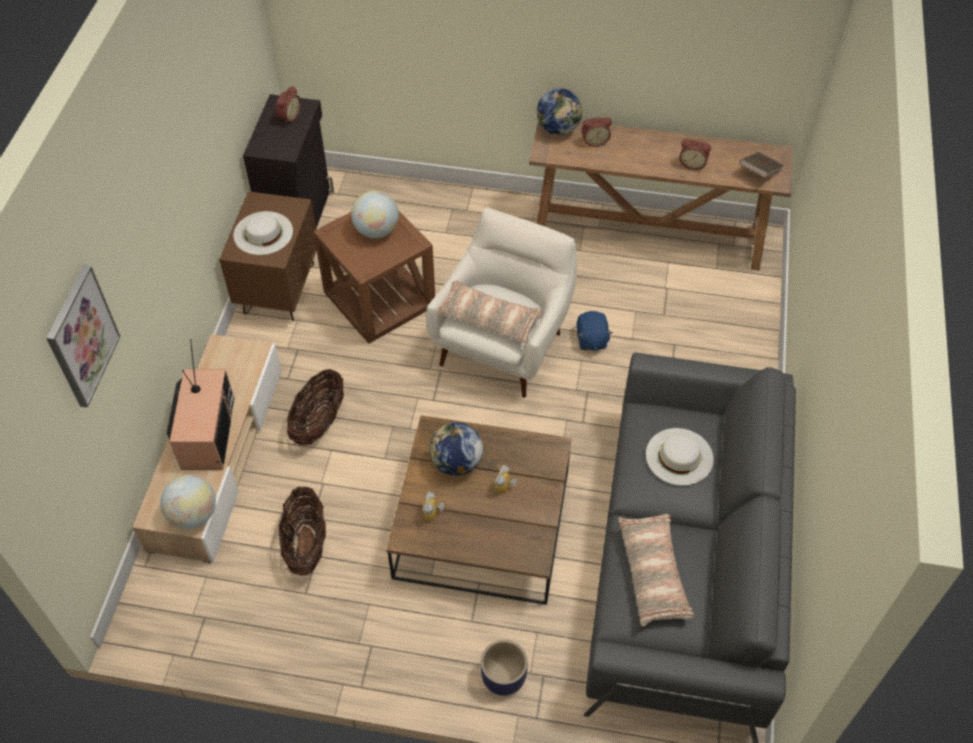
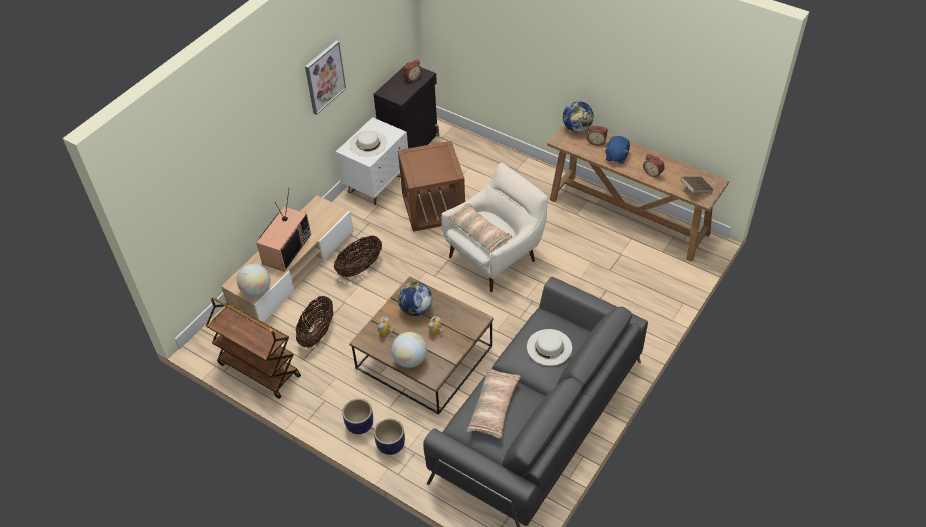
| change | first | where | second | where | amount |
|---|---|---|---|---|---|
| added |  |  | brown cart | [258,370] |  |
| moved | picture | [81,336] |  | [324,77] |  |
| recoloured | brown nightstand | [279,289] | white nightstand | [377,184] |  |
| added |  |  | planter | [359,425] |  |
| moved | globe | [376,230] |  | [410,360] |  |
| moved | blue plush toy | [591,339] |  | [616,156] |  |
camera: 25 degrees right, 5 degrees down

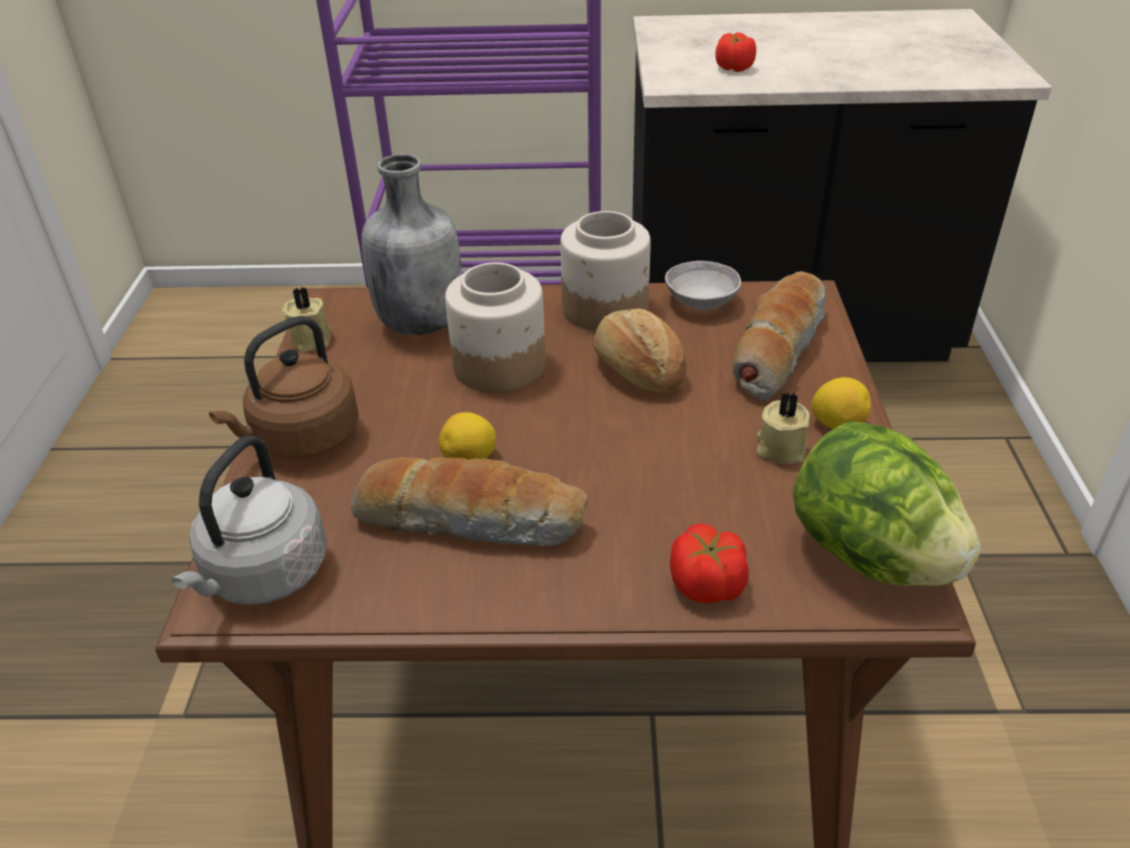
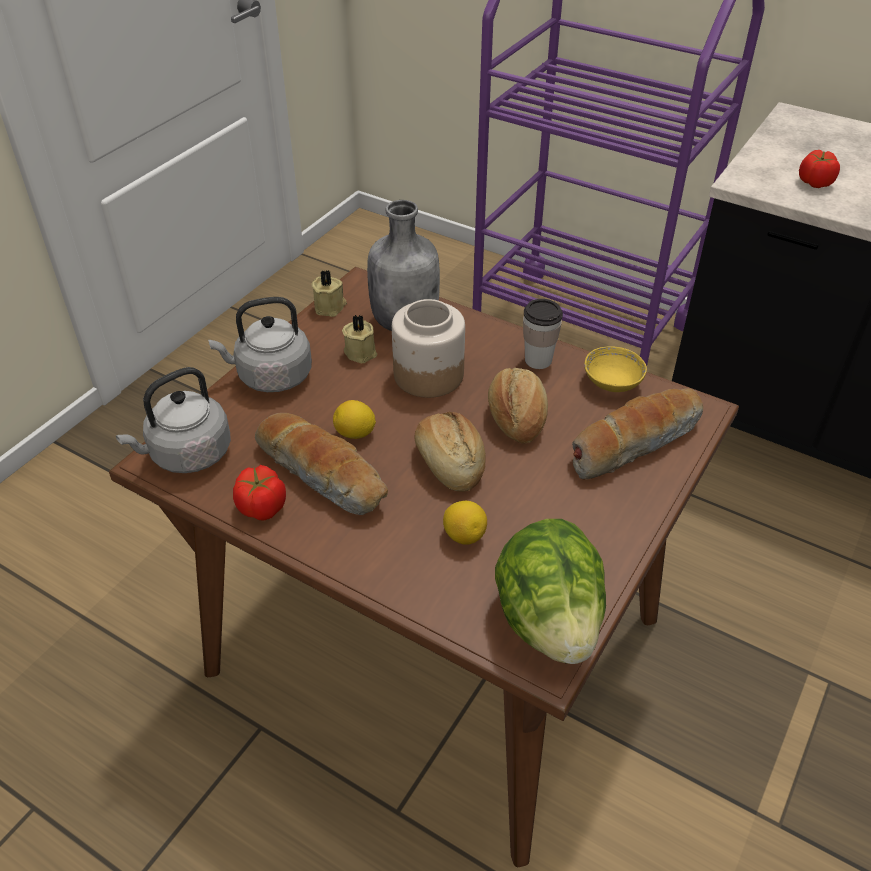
| change | first | where | second | where | amount |
|---|---|---|---|---|---|
| recoloured | brown kettle | [302,440] | grey kettle | [271,377] |  |
| moved | tomato | [707,585] |  | [262,507] |  |
| moved | beige candle | [780,447] |  | [361,352] |  |
| added |  |  | bread | [449,463] |  |
| moved | lemon | [837,424] |  | [464,535] |  |
| replaced | jar | [606,308] | cup | [538,360] |  |
| recoloured | grey bowl | [701,302] | yellow bowl | [612,382] |  |
camera: 30 degrees right, 5 degrees up

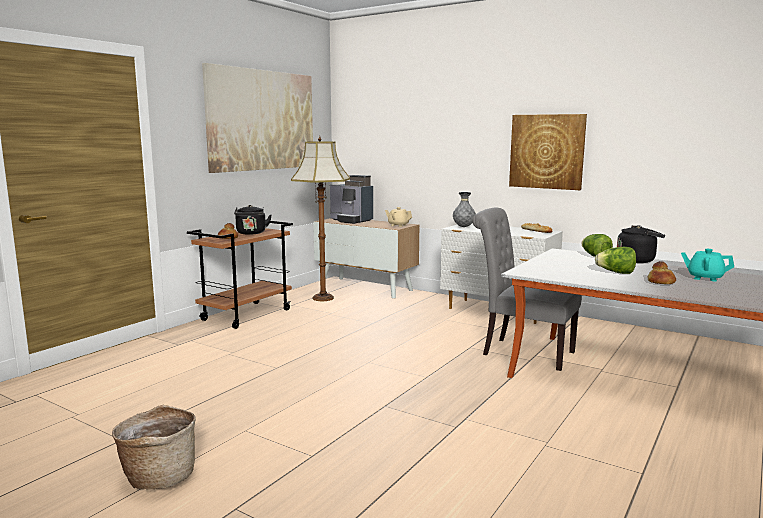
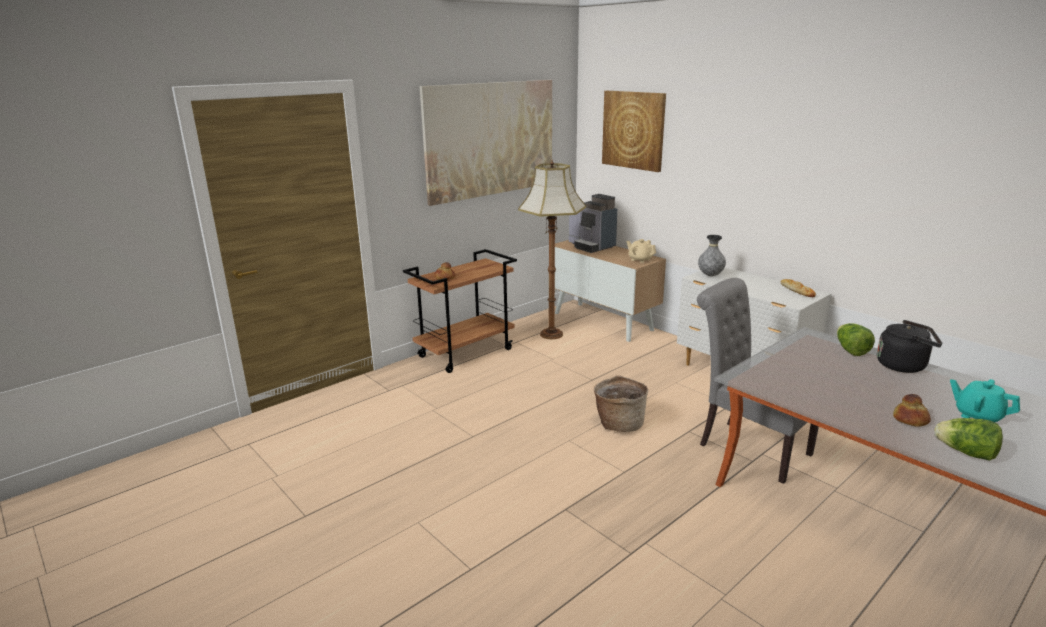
| change | first | where | second | where | amount |
|---|---|---|---|---|---|
| moved | basket | [159,476] |  | [619,423] |  |
| moved | picture | [547,151] |  | [633,130] |  |
| moved | lettuce | [616,273] |  | [965,453] |  |
| removed | black kettle | [251,233] |  |  |  |
camera: 15 degrees right, 10 degrees up

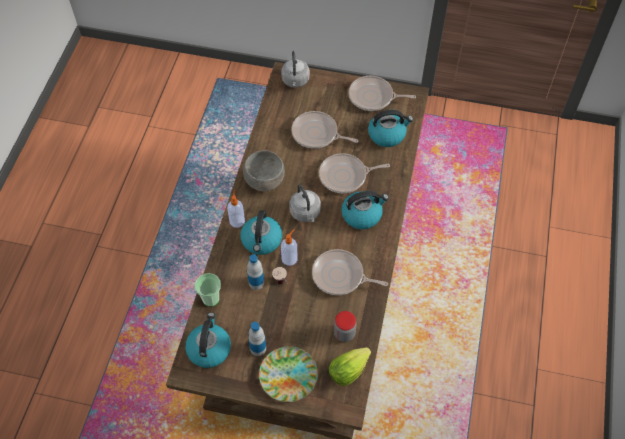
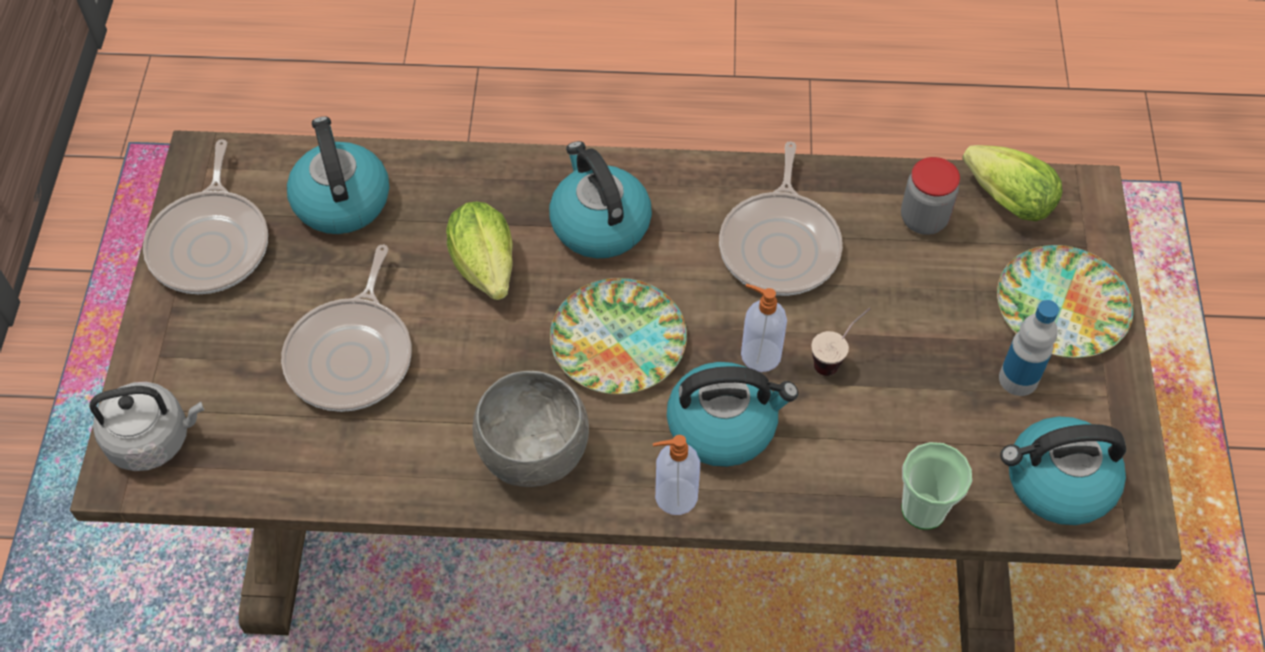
| change | first | where | second | where | amount |
|---|---|---|---|---|---|
| replaced | frying pan | [345,176] | lettuce | [487,272] |  |
| replaced | grey kettle | [306,213] | plate | [618,341] |  |
| removed | bottle | [256,283] |  |  |  |
camera: 100 degrees left, 0 degrees up

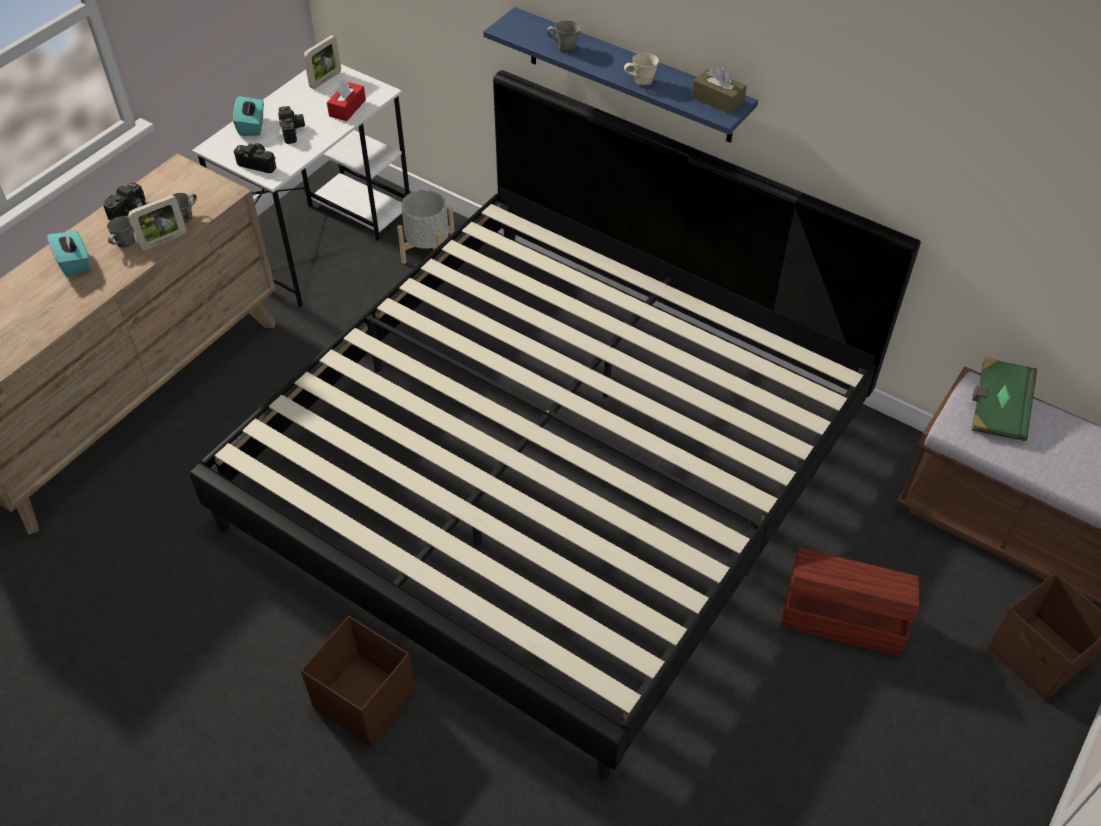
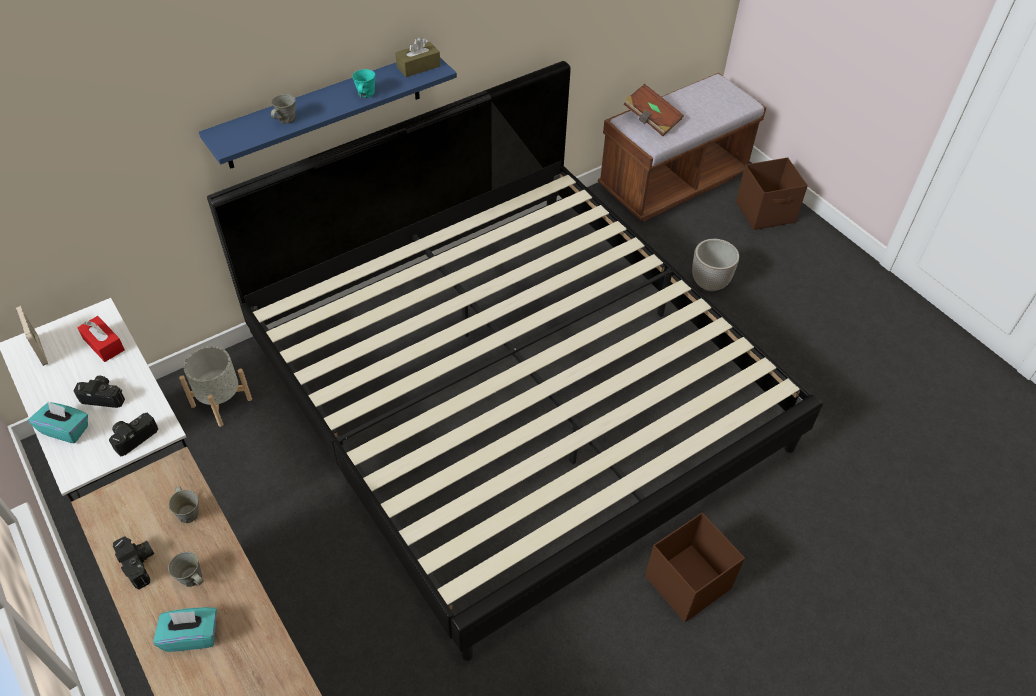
| change | first | where | second | where | amount |
|---|---|---|---|---|---|
| recoloured | beige mug | [641,81] | turquoise mug | [365,94] |  |
| recoloured | green book | [997,410] | brown book | [651,120] |  |
| replaced | brown storage box | [842,616] | planter | [709,283] |  |
| removed | picture frame | [164,241] |  |  |  |
camera: 70 degrees left, 0 degrees up

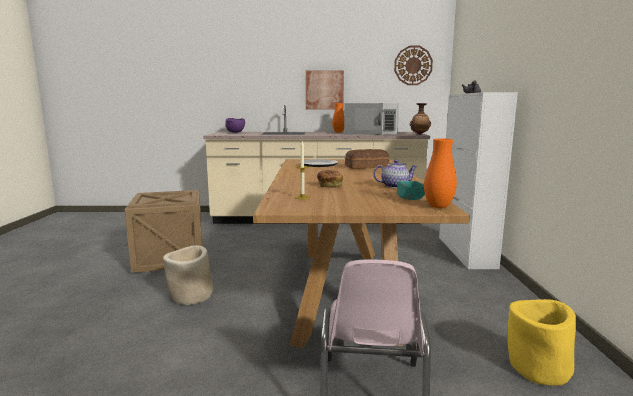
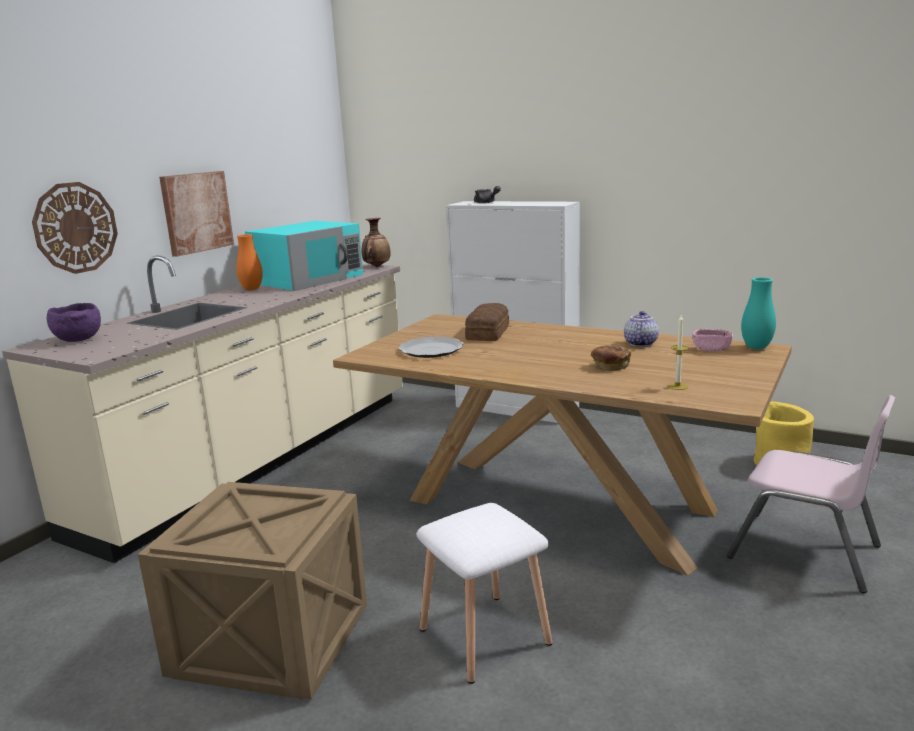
| change | first | where | second | where | amount |
|---|---|---|---|---|---|
| moved | wall clock | [413,65] |  | [75,228] |  |
| recoloured | white microwave | [372,133] | turquoise microwave | [309,279] |  |
| replaced | beige planter | [191,296] | white stool | [485,635] |  |
| recoloured | turquoise bowl | [410,198] | pink bowl | [711,349] |  |
| recoloured | orange vase | [438,207] | turquoise vase | [756,347] |  |
camera: 60 degrees left, 5 degrees up

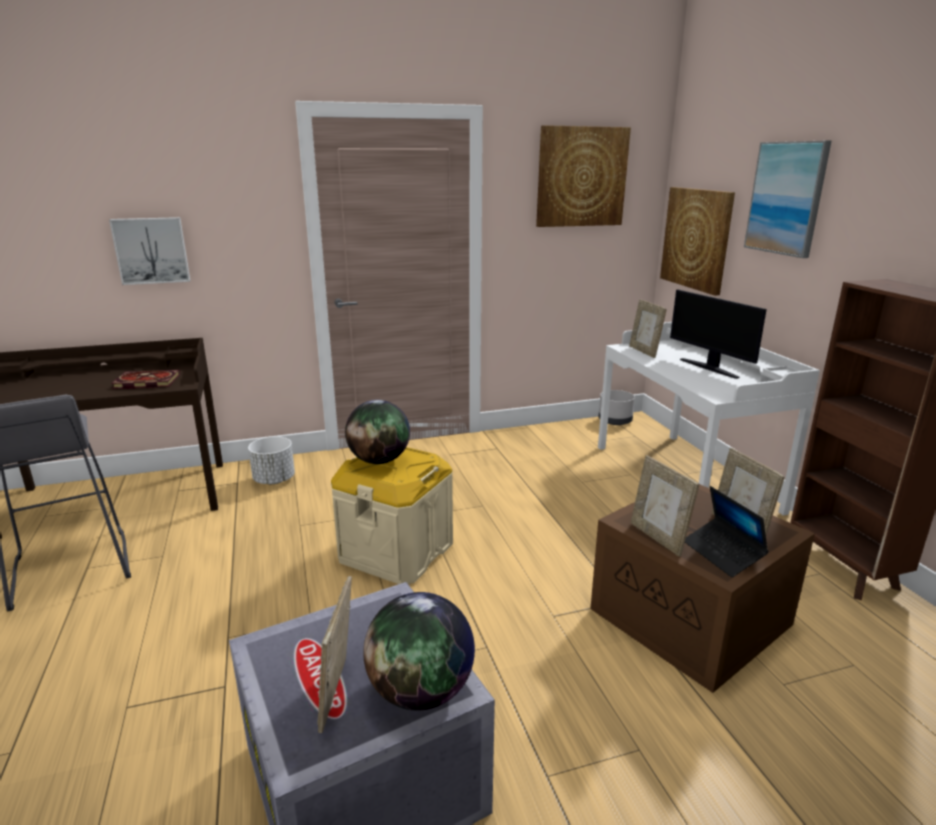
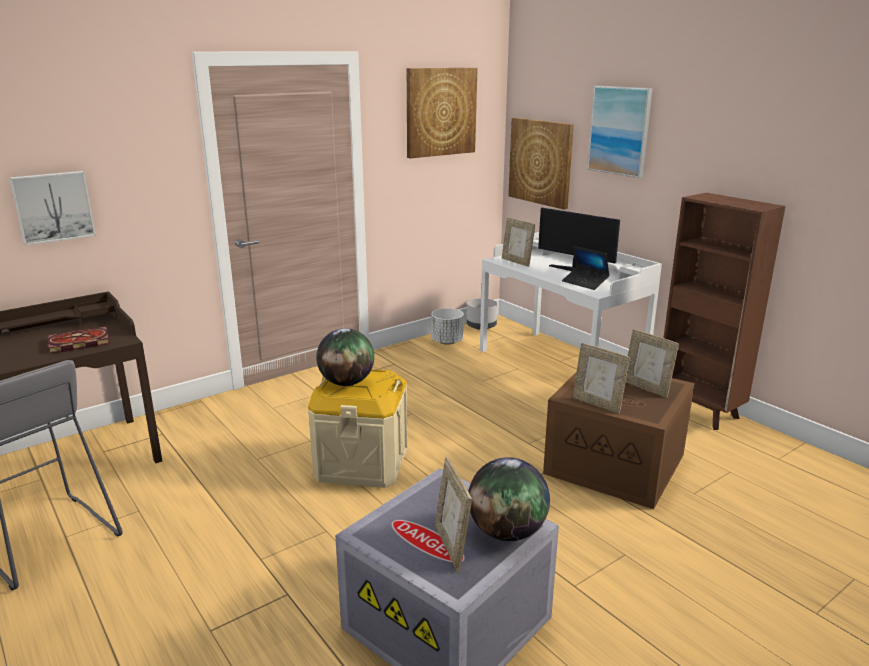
| change | first | where | second | where | amount |
|---|---|---|---|---|---|
| moved | white planter | [274,480] |  | [447,342] |  |
| moved | laptop | [722,553] |  | [585,283] |  |
camera: 20 degrees left, 0 degrees up

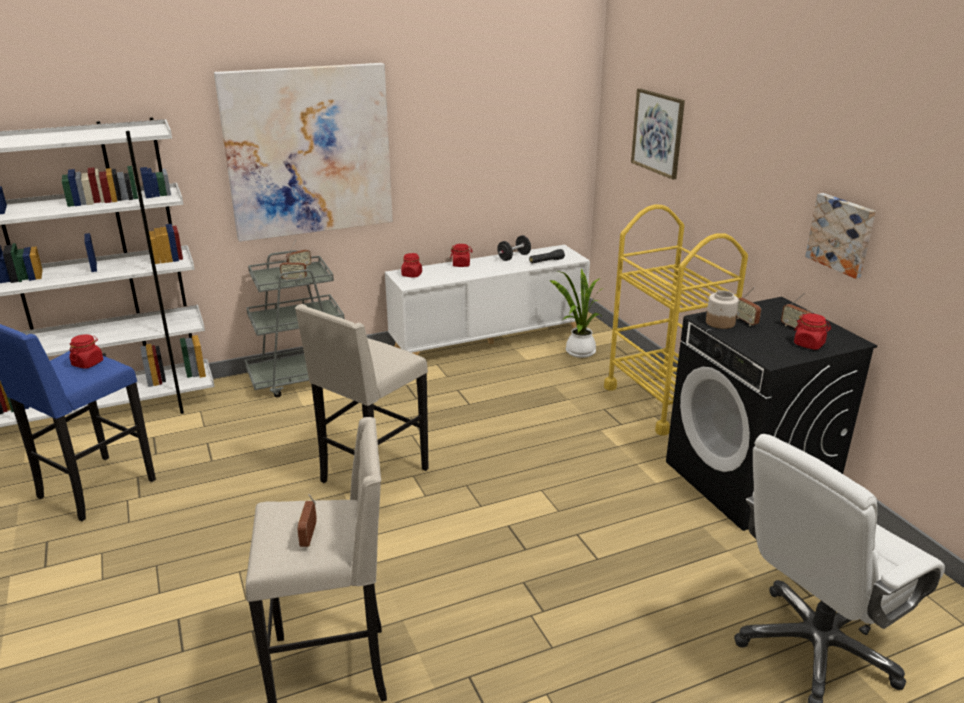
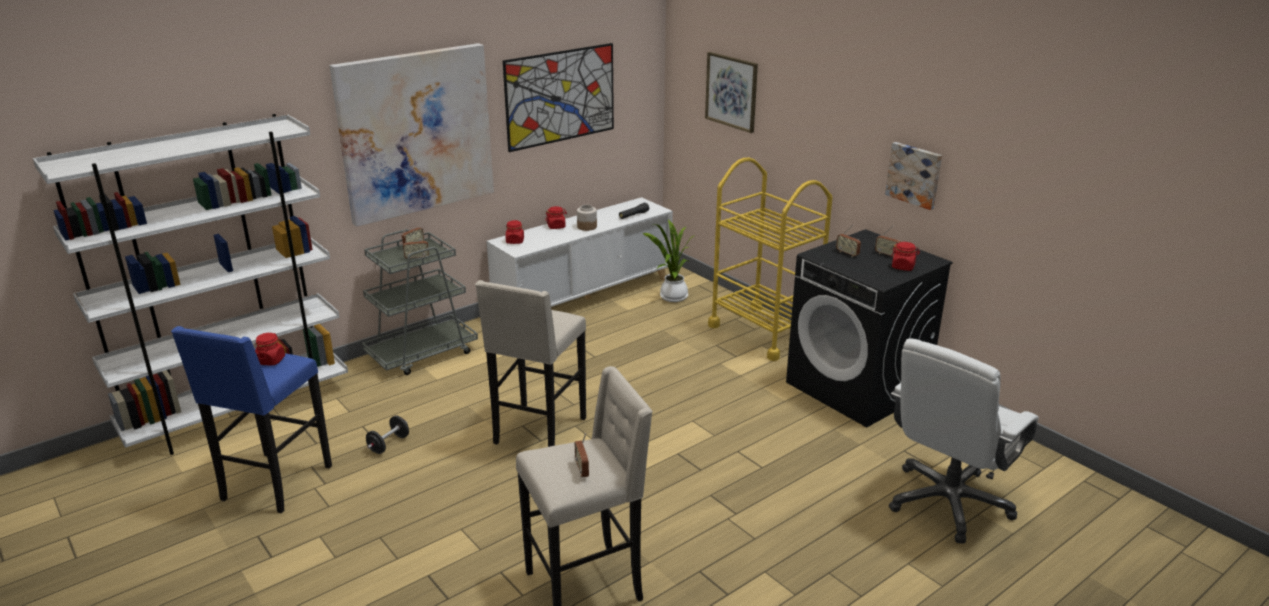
| change | first | where | second | where | amount |
|---|---|---|---|---|---|
| moved | black dumbbell | [514,257] |  | [389,444] |  |
| added |  |  | picture | [560,96] |  |
| moved | jar | [719,322] |  | [586,227] |  |
camera: 15 degrees left, 0 degrees up

